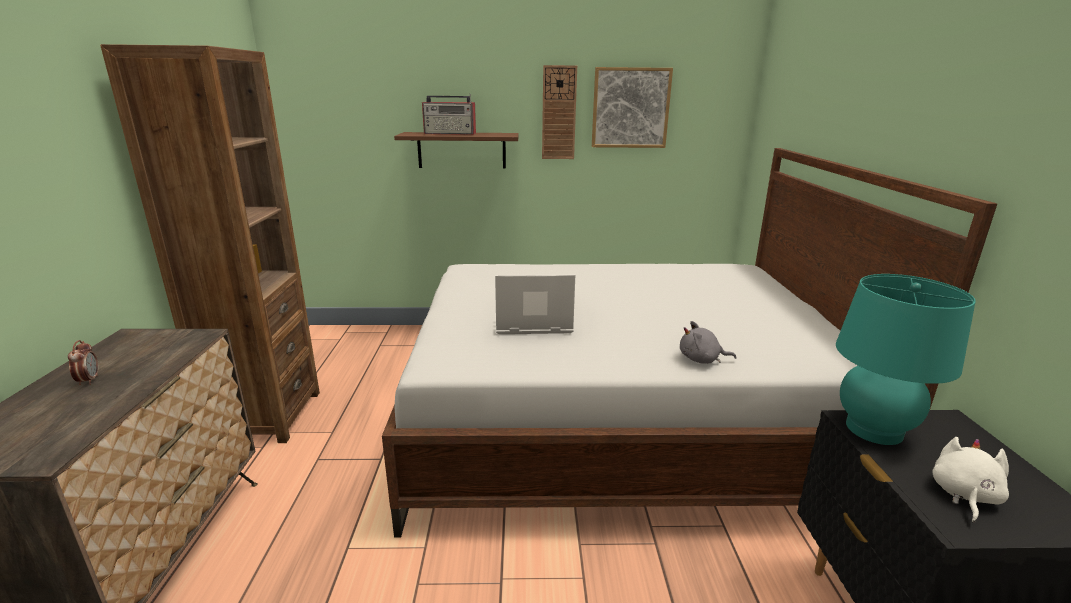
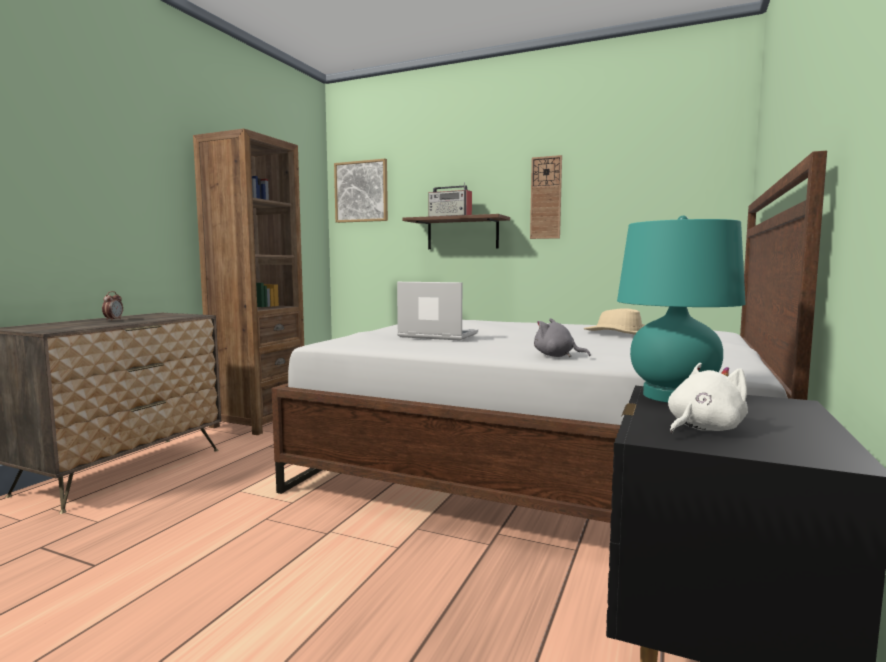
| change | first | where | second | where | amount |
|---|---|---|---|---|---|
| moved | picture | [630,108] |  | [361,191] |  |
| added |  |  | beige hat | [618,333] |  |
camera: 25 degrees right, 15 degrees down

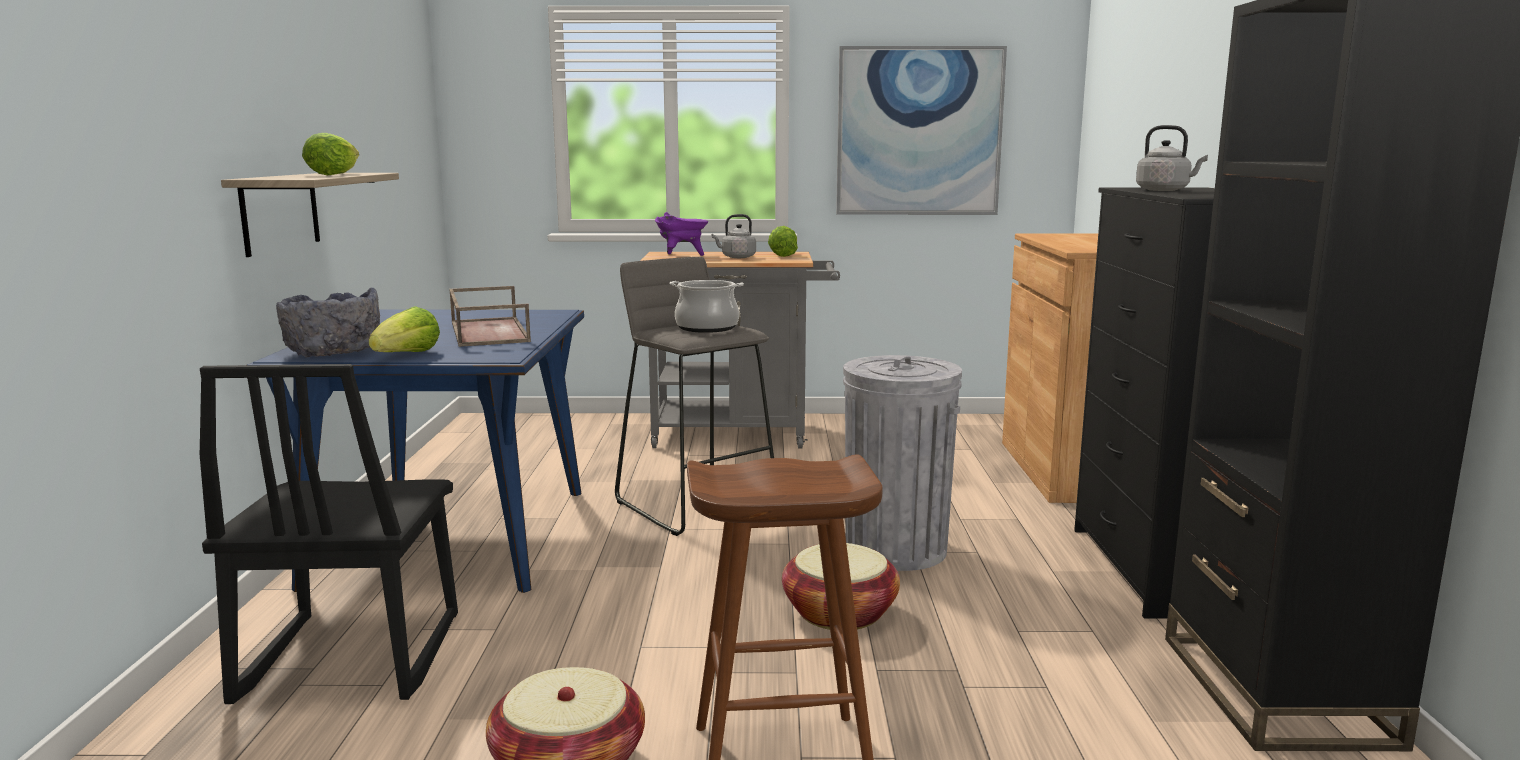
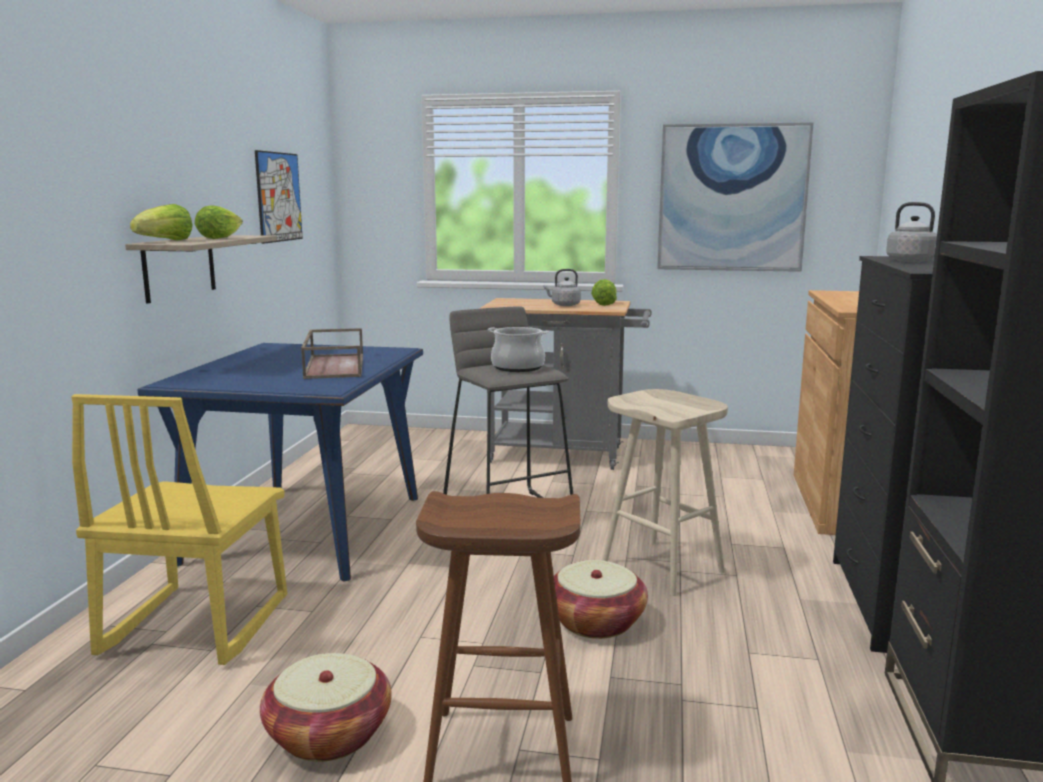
| change | first | where | second | where | amount |
|---|---|---|---|---|---|
| recoloured | black chair | [349,658] | yellow chair | [194,625] |  |
| moved | lettuce | [407,355] |  | [166,241] |  |
| added |  |  | picture | [279,197] |  |
| replaced | grey trash can | [896,549] | beige stool | [664,567] |  |
| removed | grey bowl | [333,353] |  |  |  |
| removed | purple cooking pot | [681,256] |  |  |  |
camera: 10 degrees right, 0 degrees up

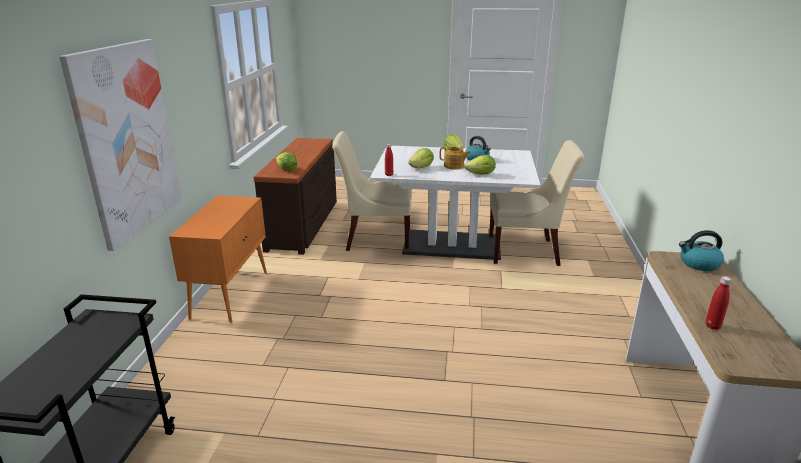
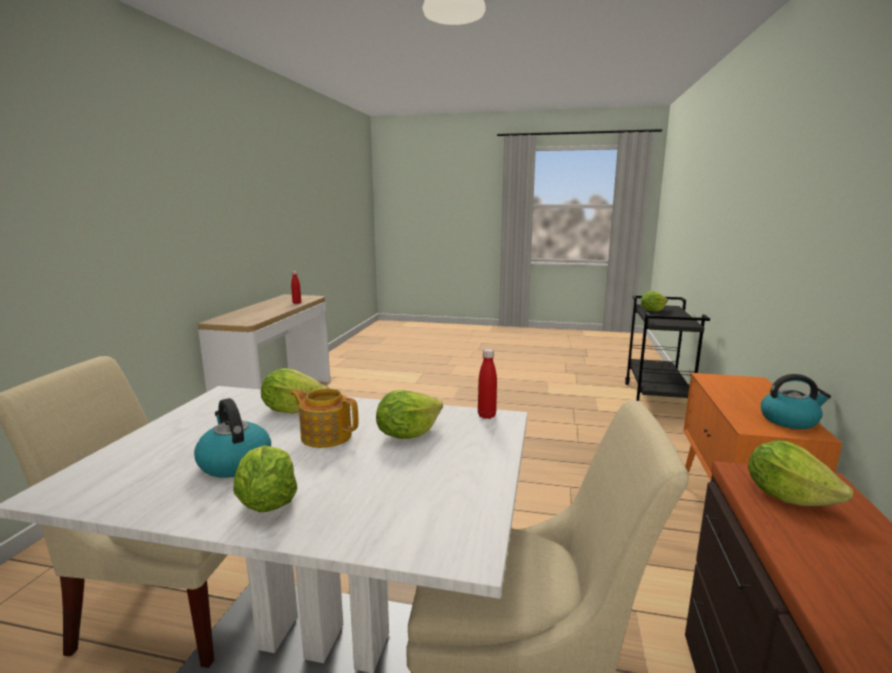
| change | first | where | second | where | amount |
|---|---|---|---|---|---|
| added |  |  | lettuce | [652,310] |  |
| moved | kettle | [699,264] |  | [789,420] |  |
| removed | picture | [126,140] |  |  |  |
camera: 175 degrees left, 10 degrees down

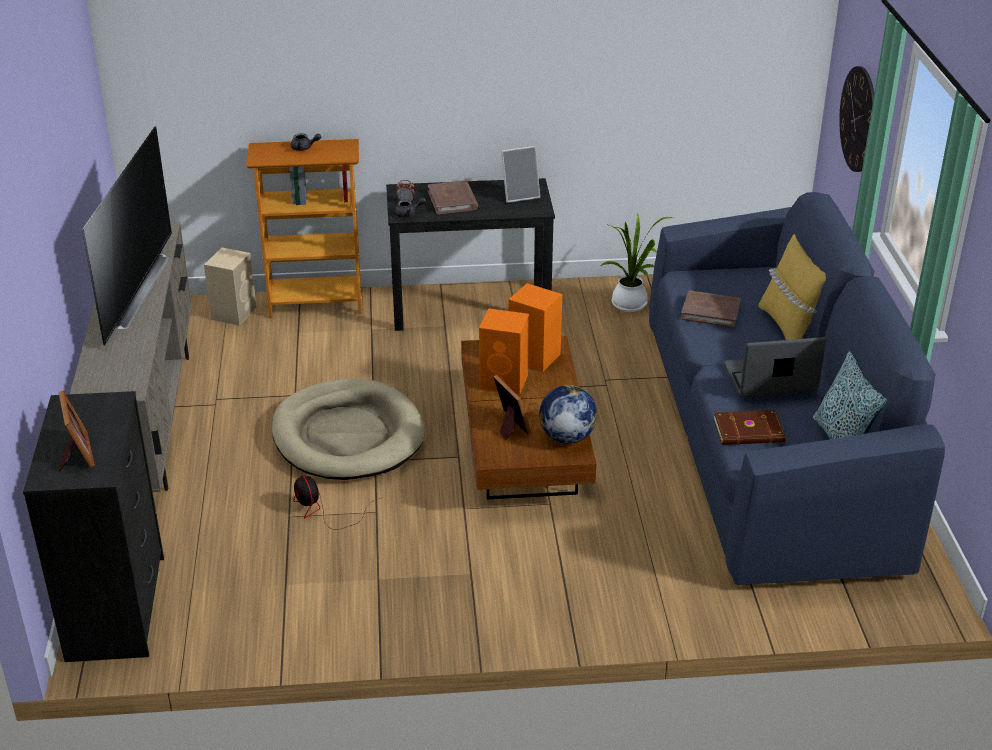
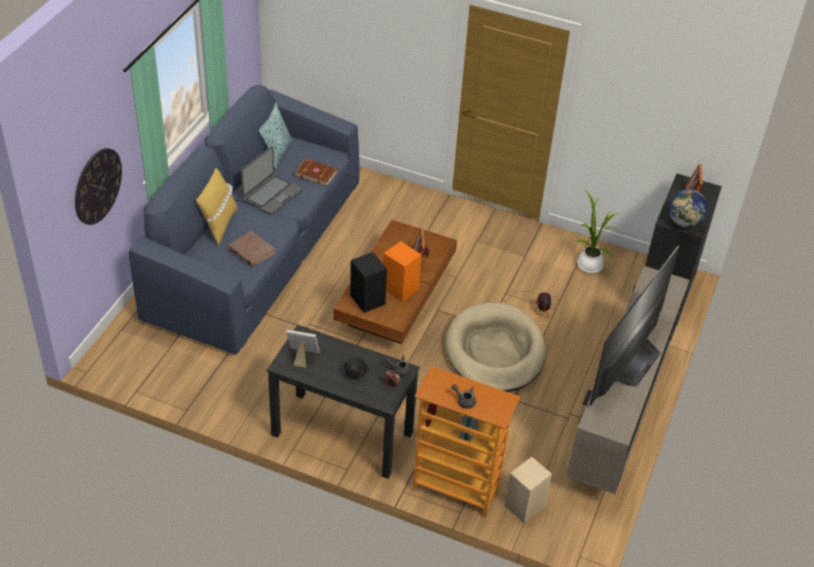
| change | first | where | second | where | amount |
|---|---|---|---|---|---|
| turned | laptop | [770,379] |  | [271,195] | 75 degrees counterclockwise |
| replaced | brown book | [452,200] | black plush toy | [356,372] |  |
| recoloured | orange speaker | [533,357] | black speaker | [368,300] |  |
| moved | potted plant | [632,305] |  | [588,264] |  |
| moved | globe | [566,437] |  | [684,222] |  |
camera: 155 degrees left, 10 degrees up

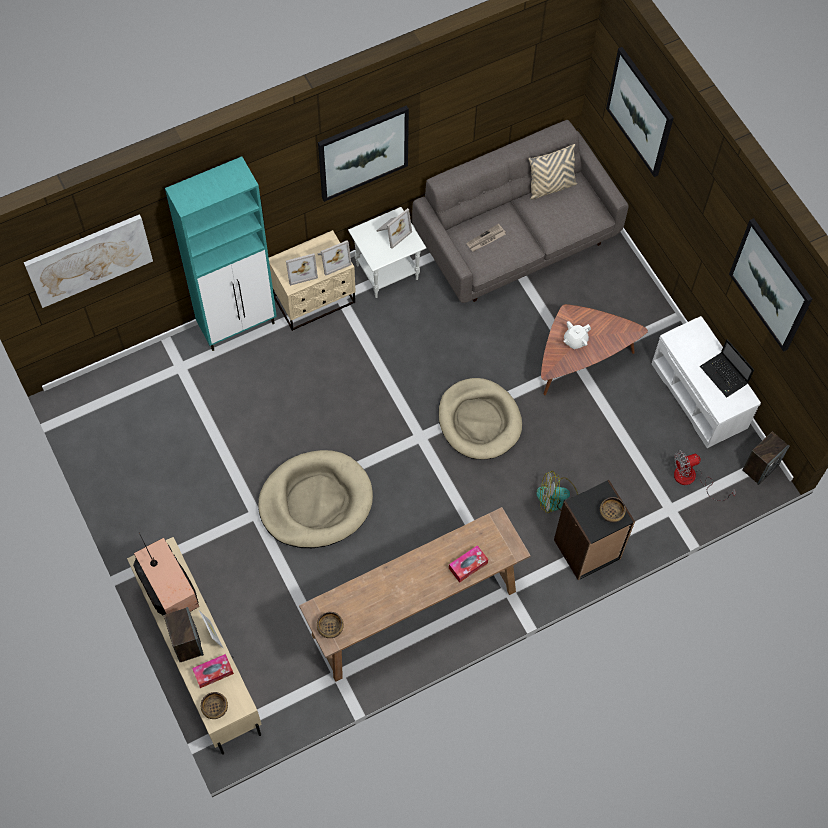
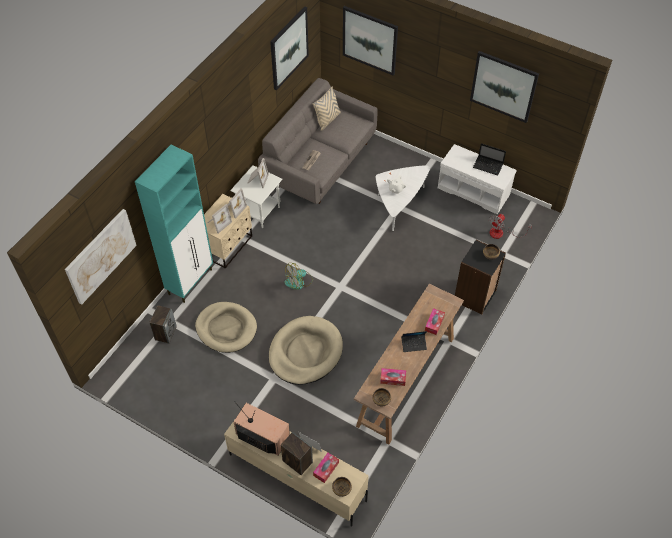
| change | first | where | second | where | amount |
|---|---|---|---|---|---|
| moved | speaker | [760,467] |  | [165,333] |  |
| moved | beige dog bed | [479,421] |  | [226,328] |  |
| moved | picture | [363,152] |  | [289,48] |  |
| moved | fan | [557,499] |  | [299,281] |  |
| recoloured | brown coffee table | [580,359] | white coffee table | [399,204] |  |
| added |  |  | tissue box | [393,379] |  |
| added |  |  | laptop | [414,344] |  |
camera: 30 degrees left, 10 degrees down

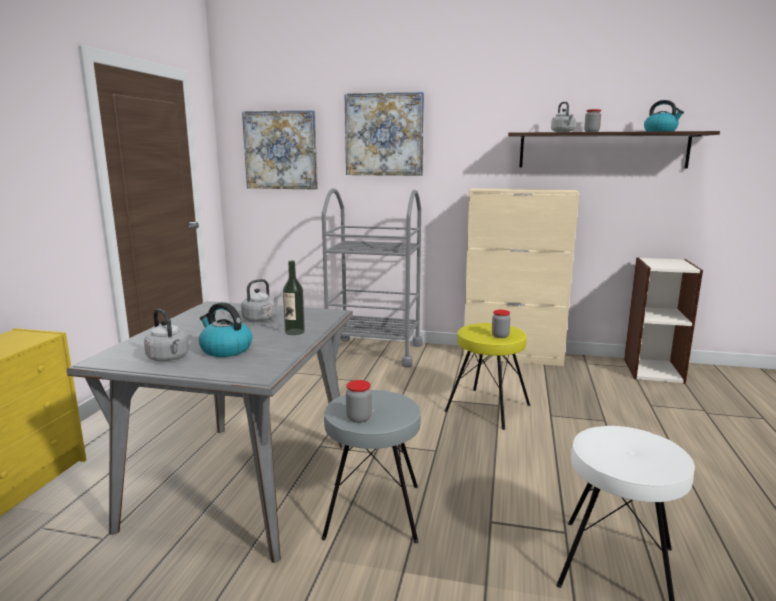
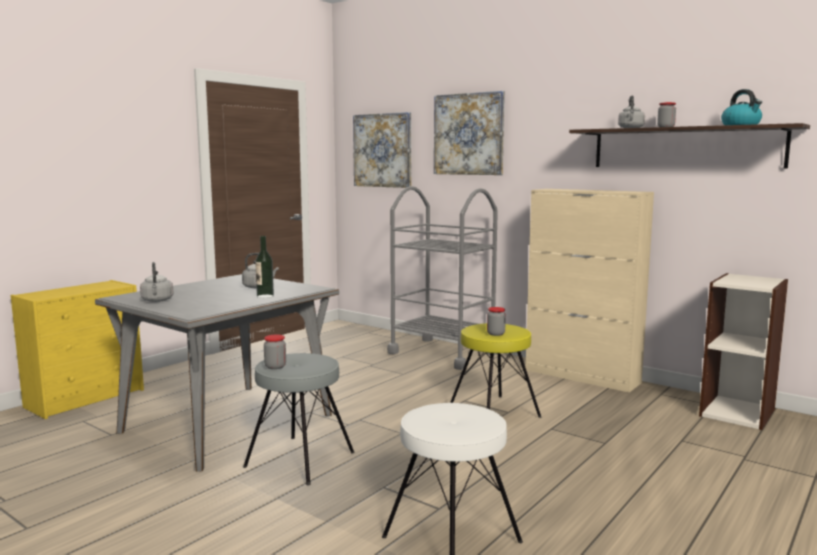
| change | first | where | second | where | amount |
|---|---|---|---|---|---|
| removed | kettle | [225,350] |  |  |  |
camera: 25 degrees right, 5 degrees down

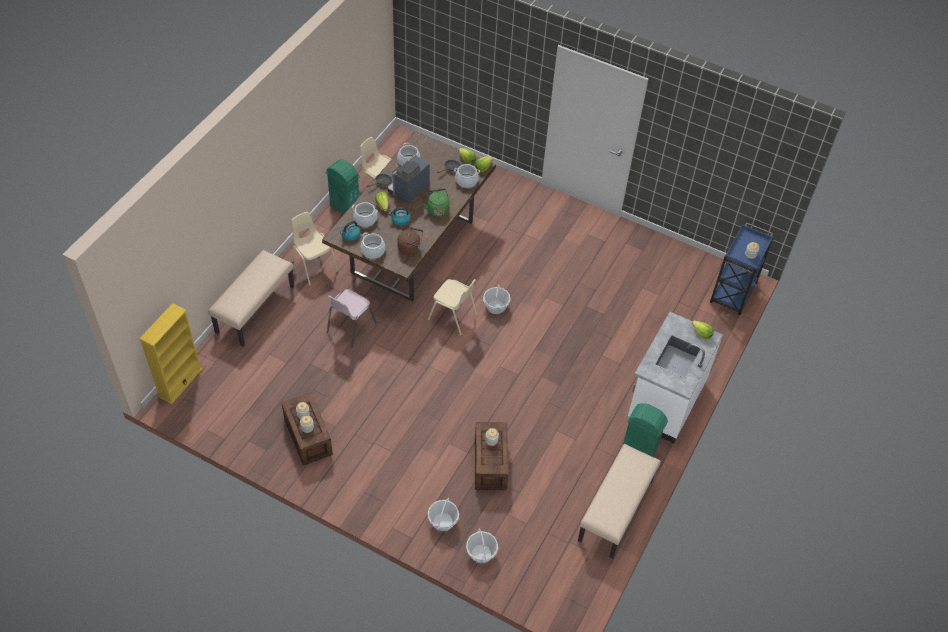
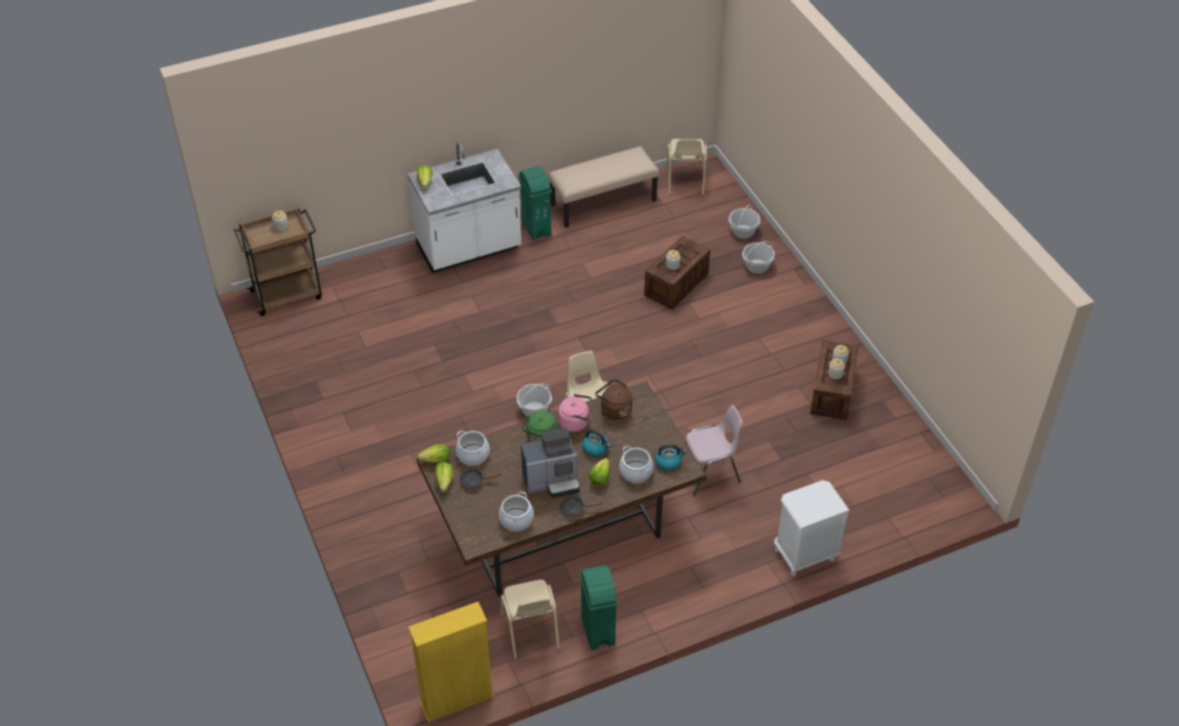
| change | first | where | second | where | amount |
|---|---|---|---|---|---|
| recoloured | blue cart | [733,294] | brown cart | [288,294] |  |
| moved | yellow bookcase | [180,383] |  | [457,700] |  |
| added |  |  | pink kettle | [576,422] |  |
| moved | beige chair | [314,266] |  | [685,181] |  |
| replaced | beige bench | [255,309] | white nightstand | [805,555] |  |
| removed | cooking pot | [373,251] |  |  |  |
camera: 140 degrees left, 5 degrees down

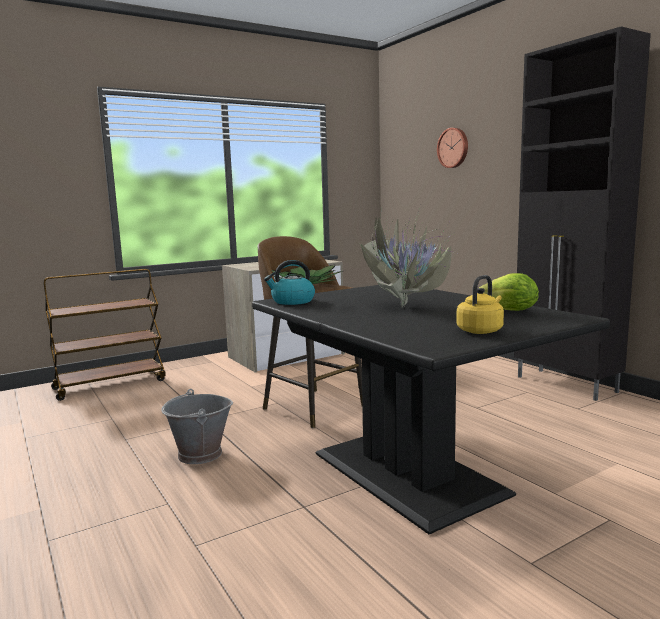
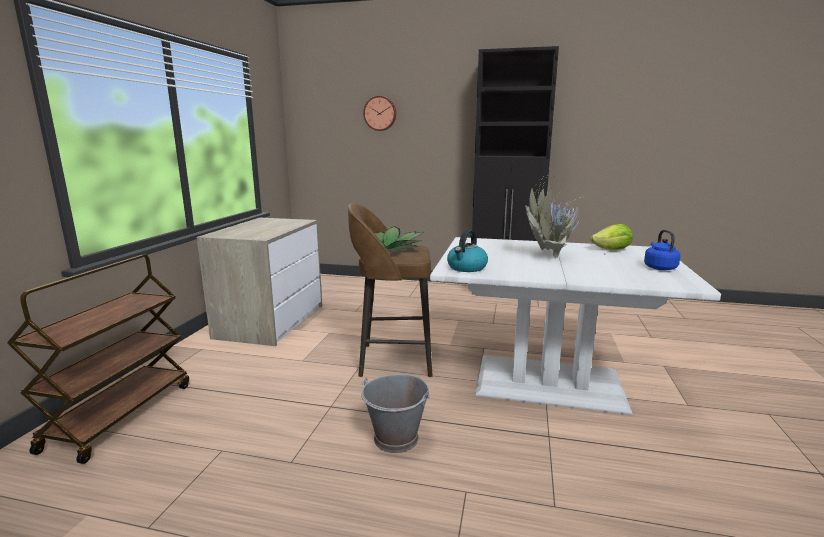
| change | first | where | second | where | amount |
|---|---|---|---|---|---|
| recoloured | black dining table | [408,472] | white dining table | [548,382] |  |
| recoloured | yellow kettle | [481,330] | blue kettle | [659,267] |  |
camera: 45 degrees left, 5 degrees up

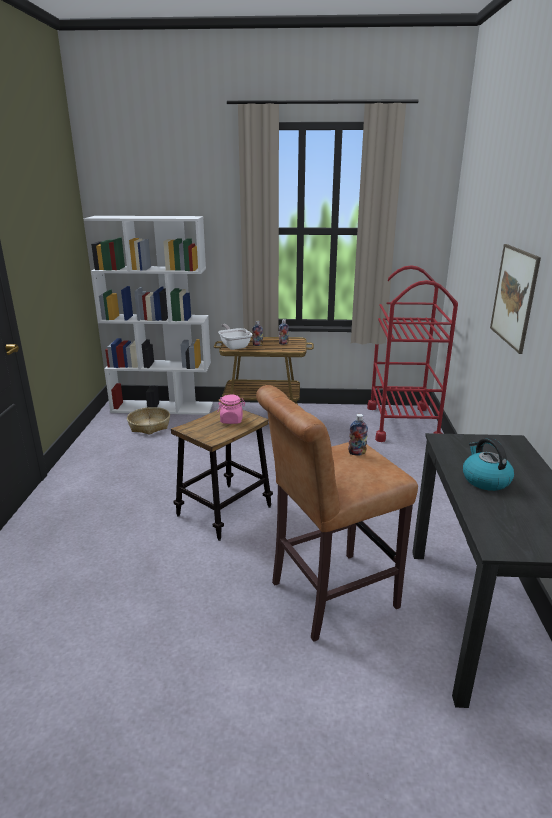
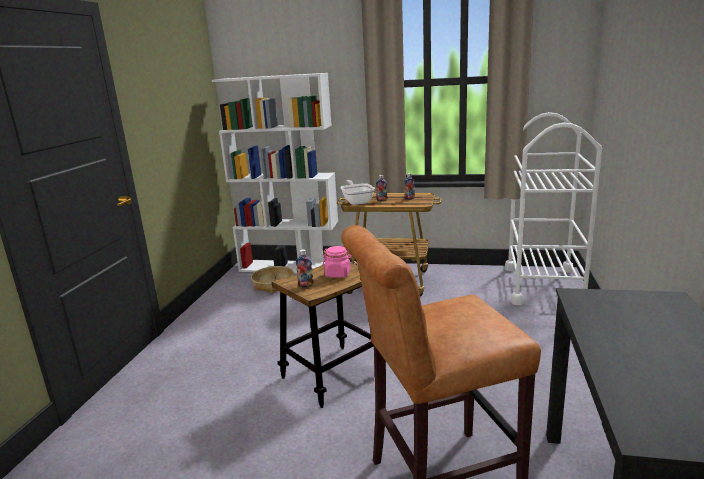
| change | first | where | second | where | amount |
|---|---|---|---|---|---|
| moved | bottle | [357,453] |  | [305,285] |  |
| recoloured | red cart | [402,424] | white cart | [543,286] |  |
| removed | kettle | [485,480] |  |  |  |
| removed | picture | [514,296] |  |  |  |
camera: 10 degrees right, 5 degrees down

